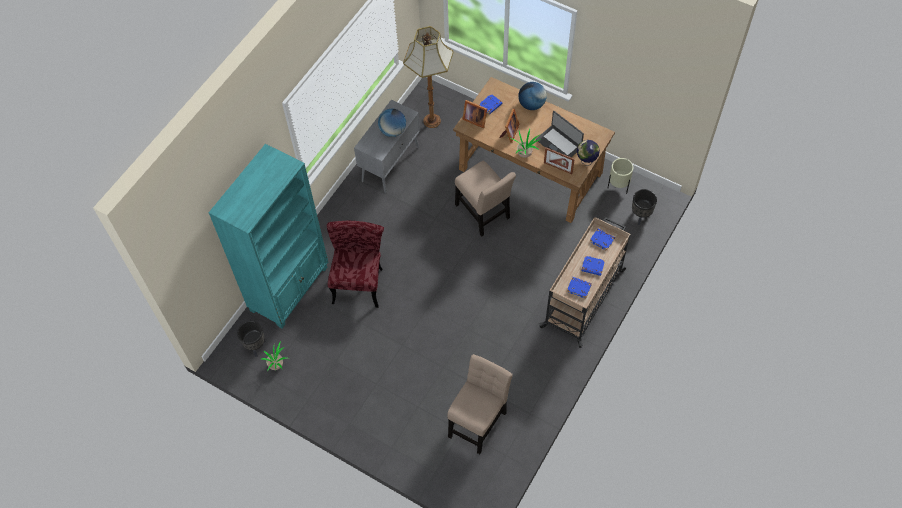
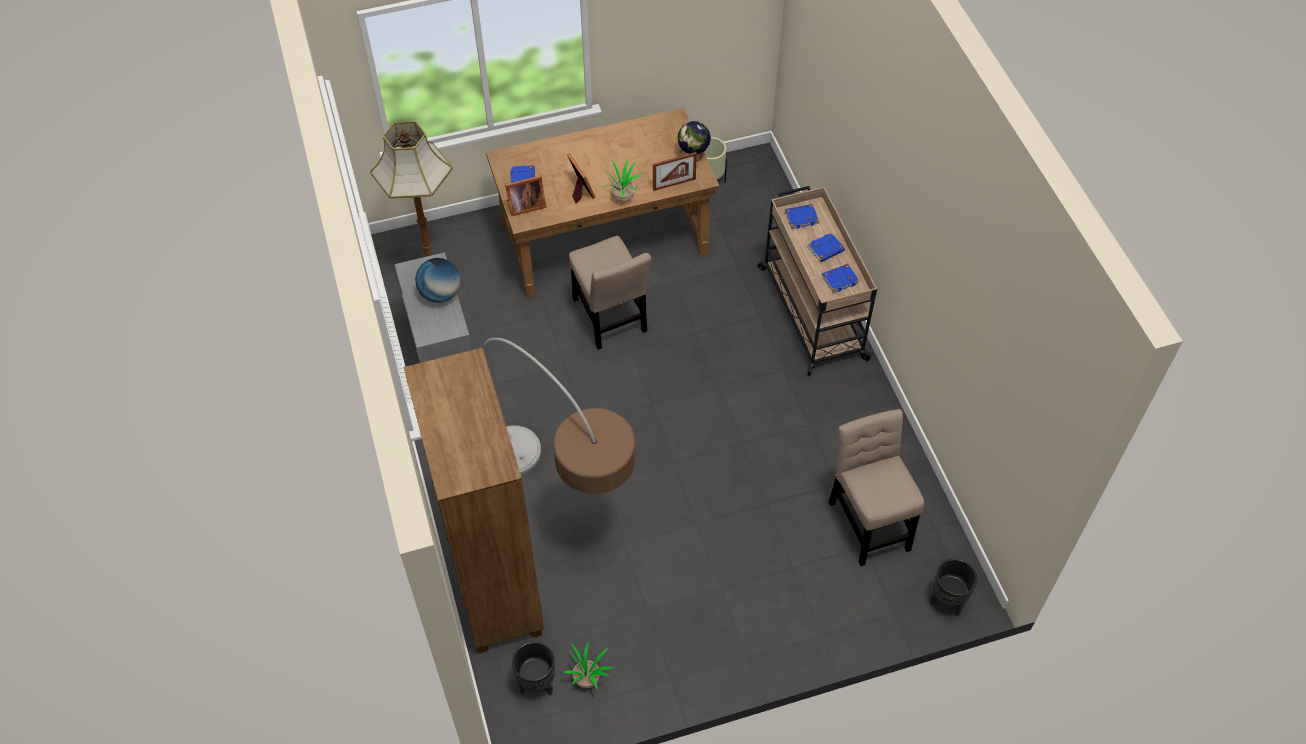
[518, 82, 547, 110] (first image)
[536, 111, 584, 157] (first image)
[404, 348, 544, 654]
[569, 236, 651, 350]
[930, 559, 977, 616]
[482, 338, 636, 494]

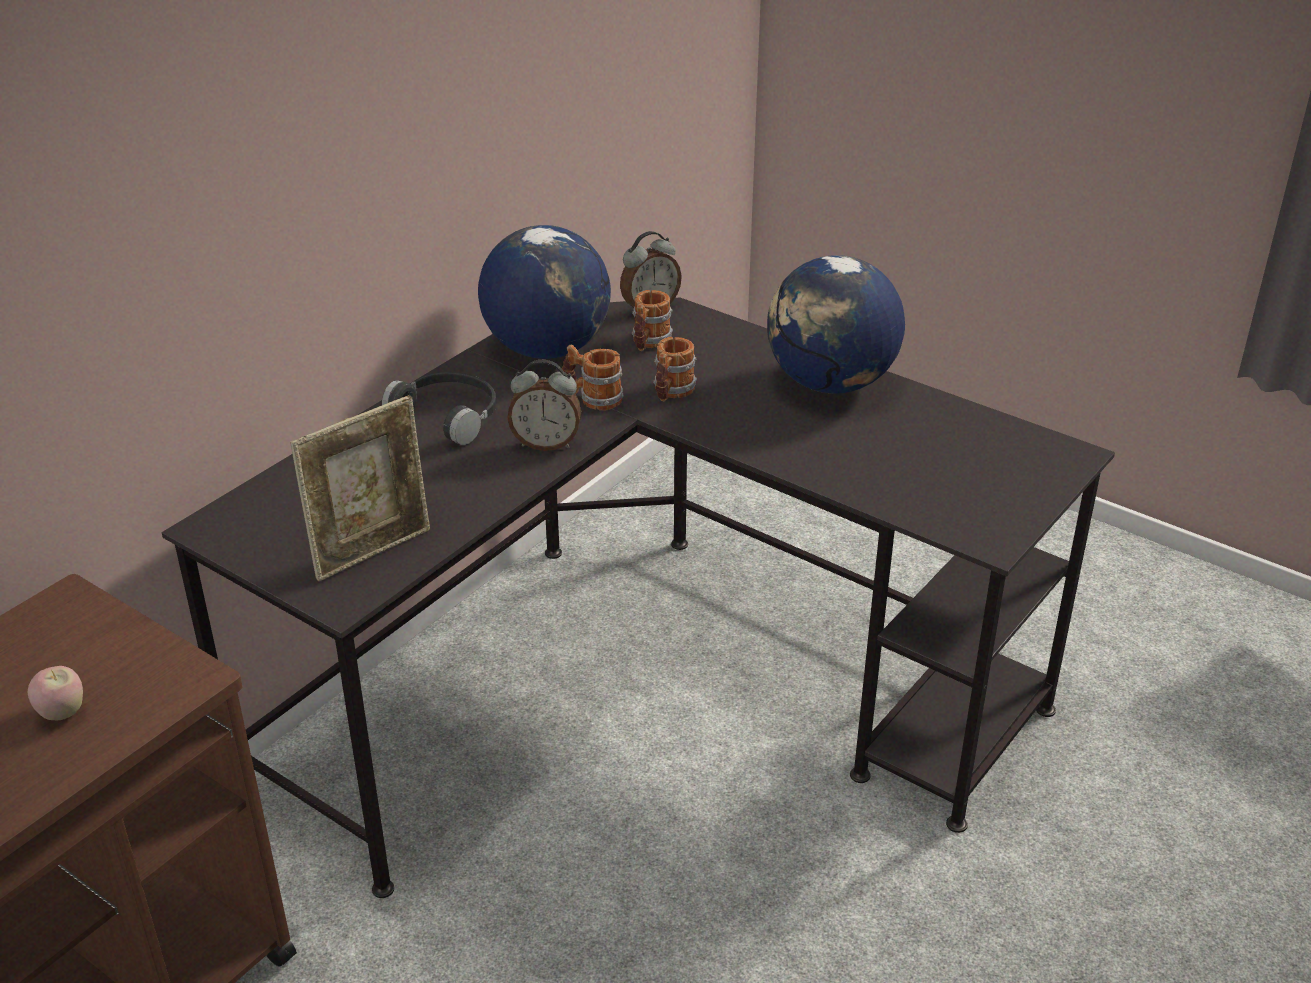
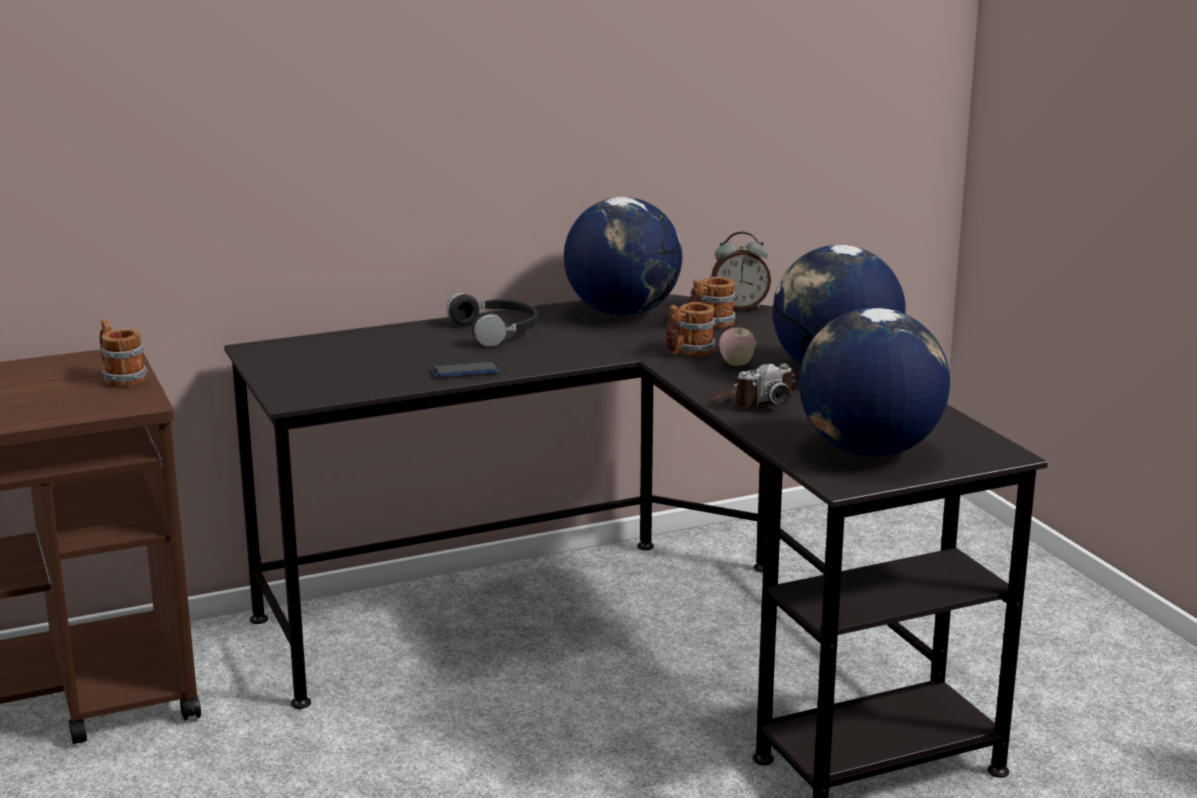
[100, 319, 147, 387]
[508, 360, 581, 451] (first image)
[290, 395, 430, 581] (first image)
[719, 324, 755, 366]
[799, 308, 950, 457]
[432, 361, 500, 377]
[712, 364, 796, 407]

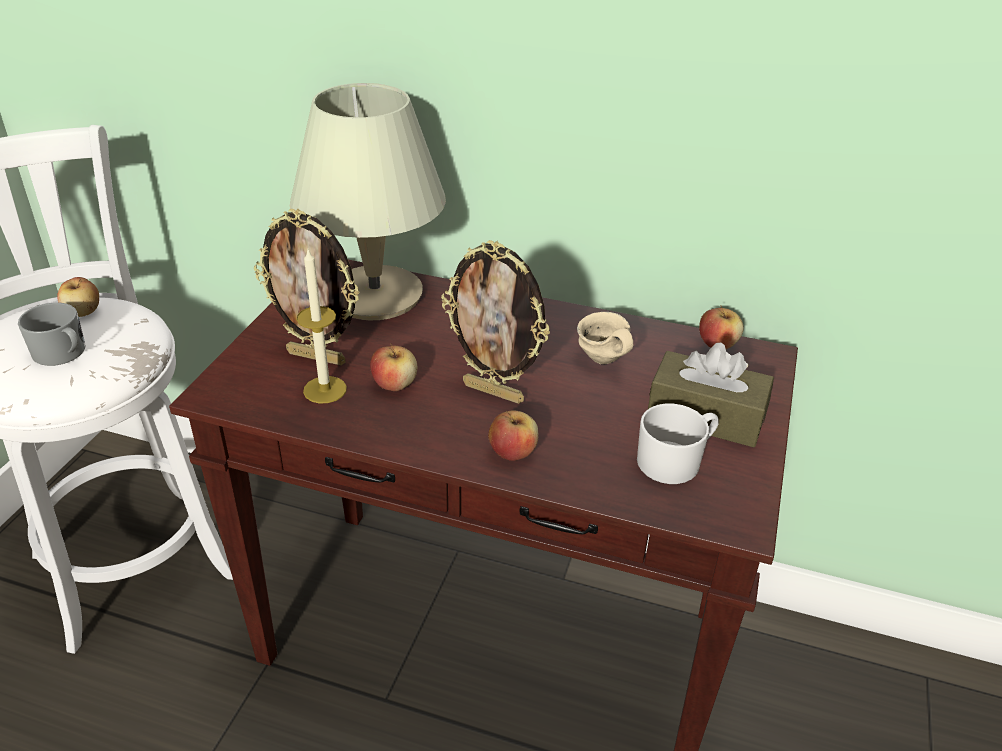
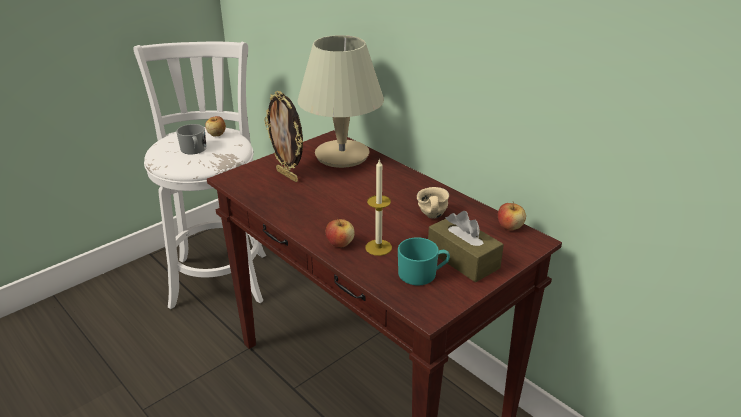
[441, 240, 550, 404] (first image)
[365, 158, 392, 256]
[370, 343, 417, 391] (first image)
[398, 237, 450, 285]

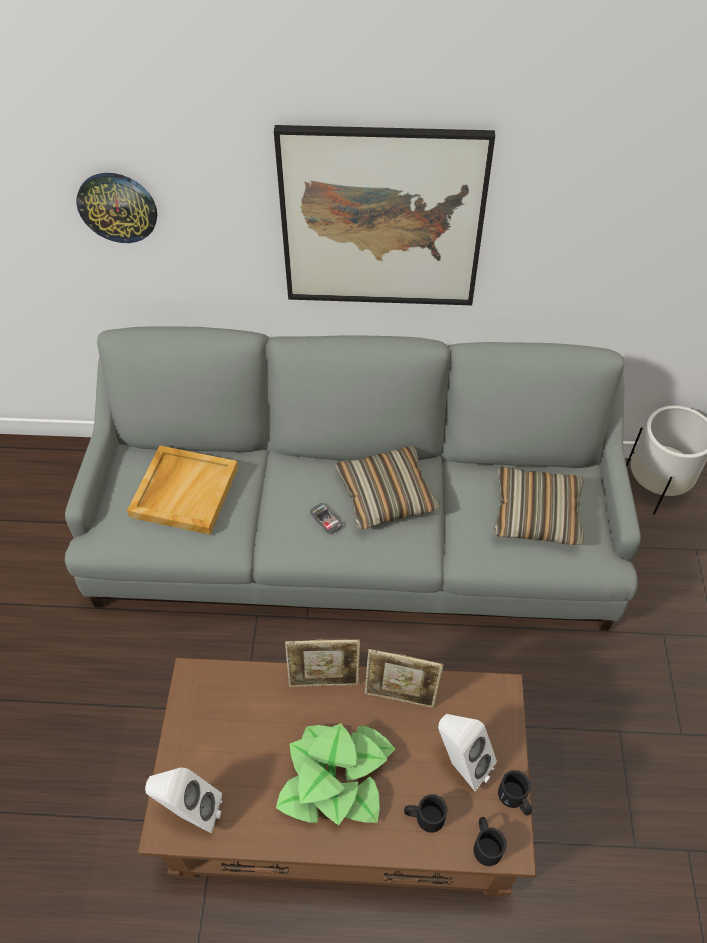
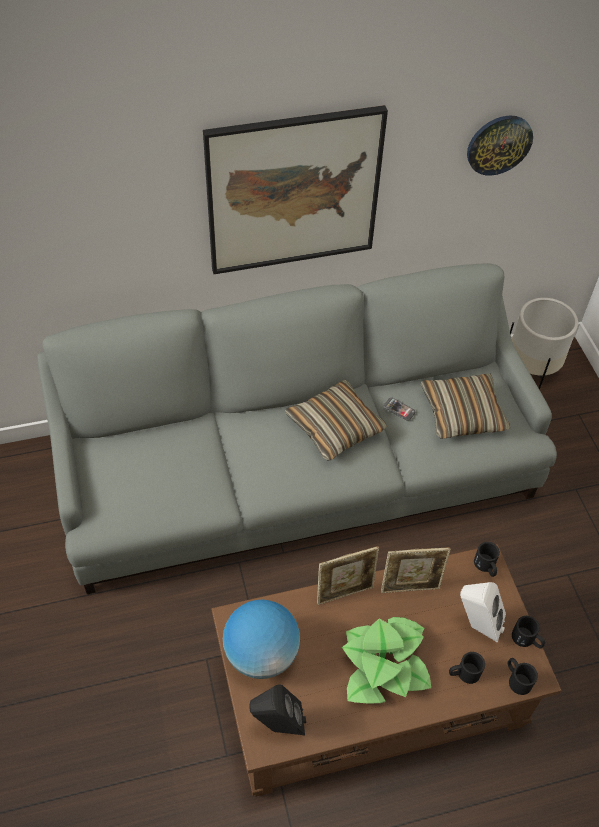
[467, 116, 533, 176]
[127, 446, 238, 535] (first image)
[384, 397, 415, 421]
[249, 685, 306, 736]
[474, 542, 500, 577]
[223, 600, 300, 679]

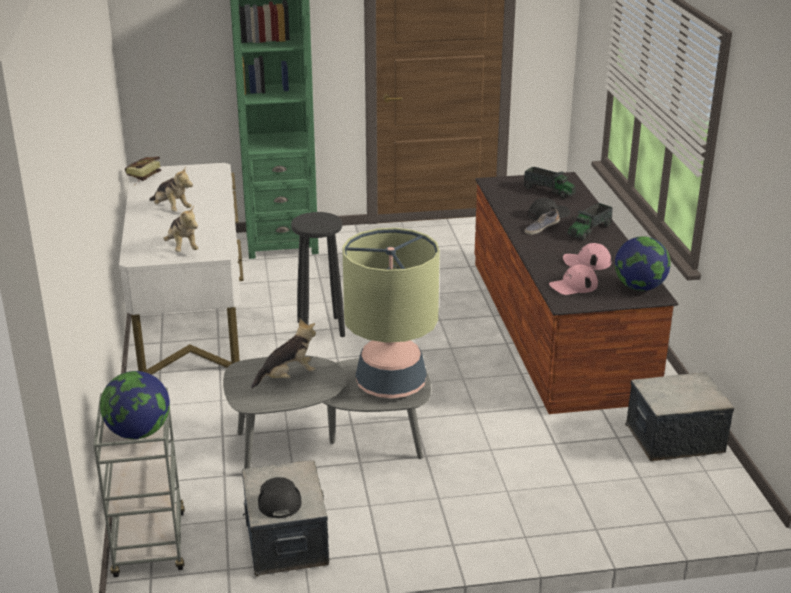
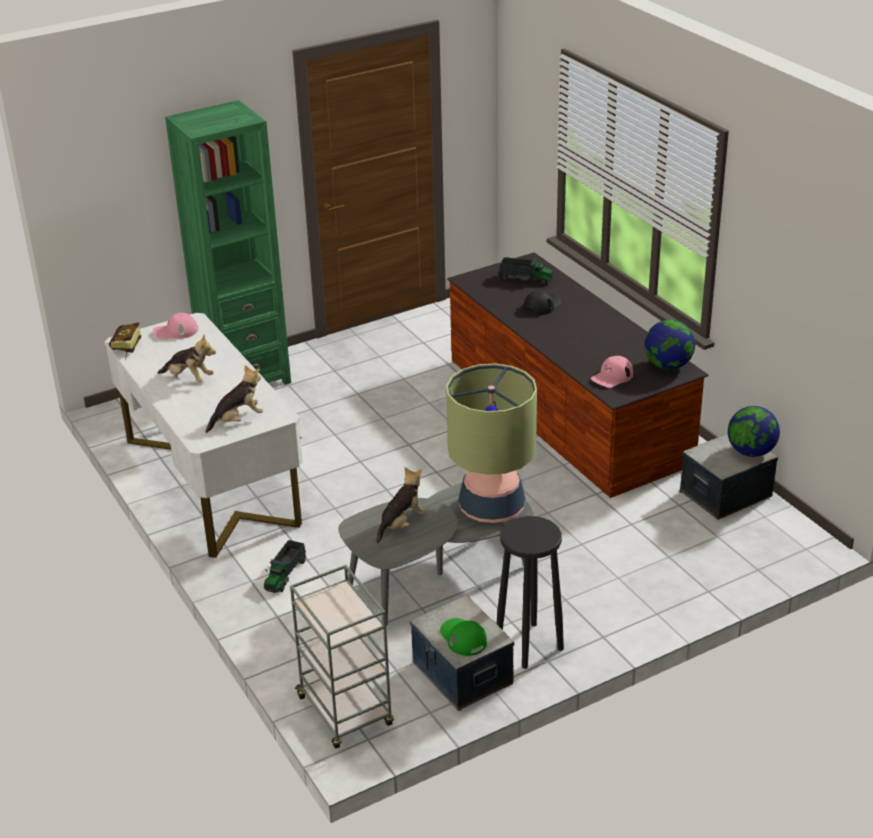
[264, 540, 306, 593]
[206, 365, 263, 433]
[524, 209, 560, 235] (first image)
[497, 516, 564, 669]
[153, 313, 198, 339]
[728, 406, 780, 457]
[440, 618, 487, 656]

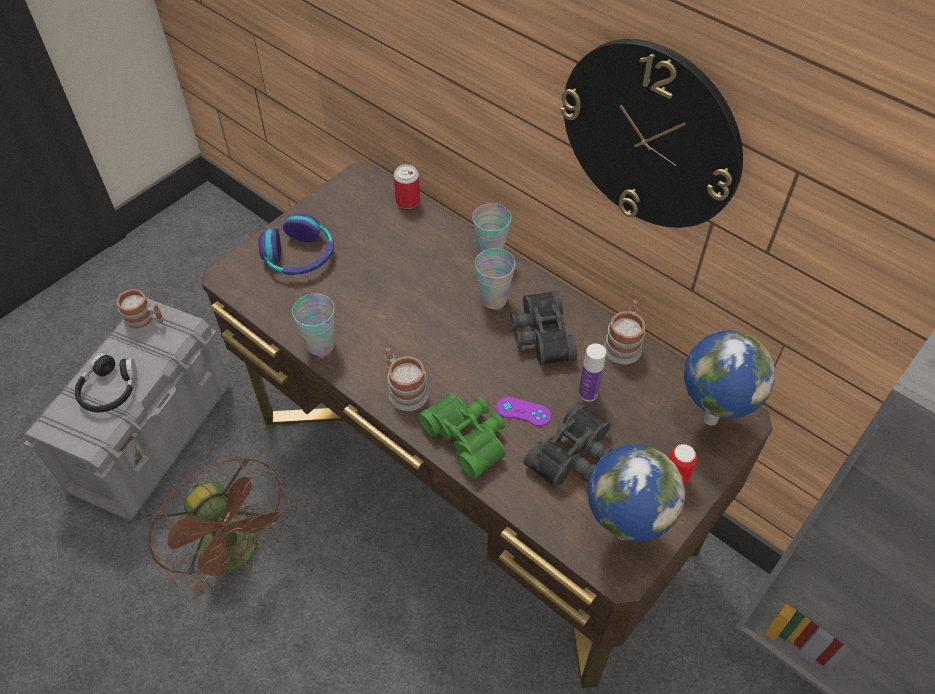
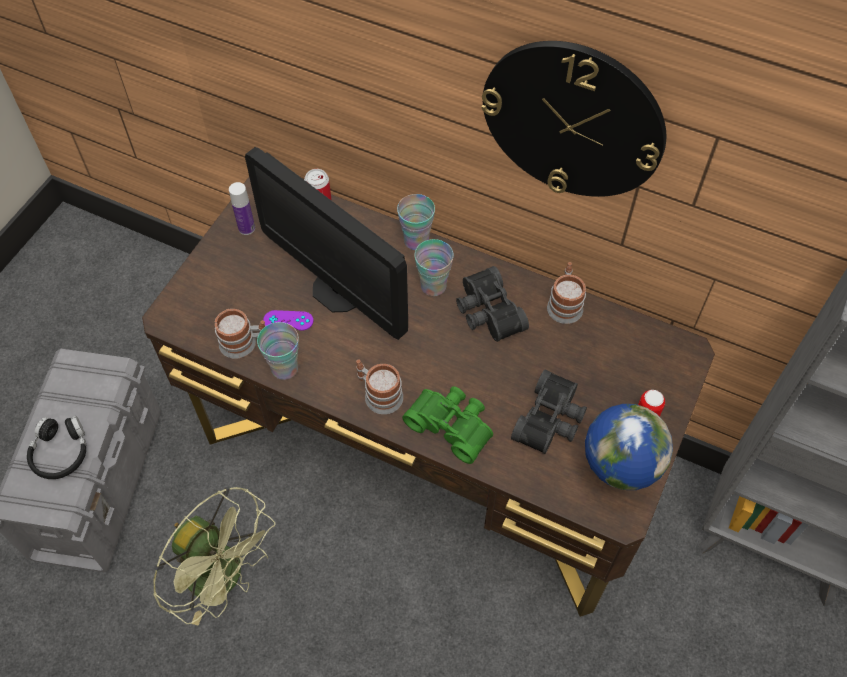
[258, 213, 334, 275] (first image)
[215, 309, 266, 359]
[684, 330, 775, 426] (first image)
[229, 182, 255, 235]
[263, 310, 313, 331]
[153, 487, 276, 626]
[245, 147, 408, 340]

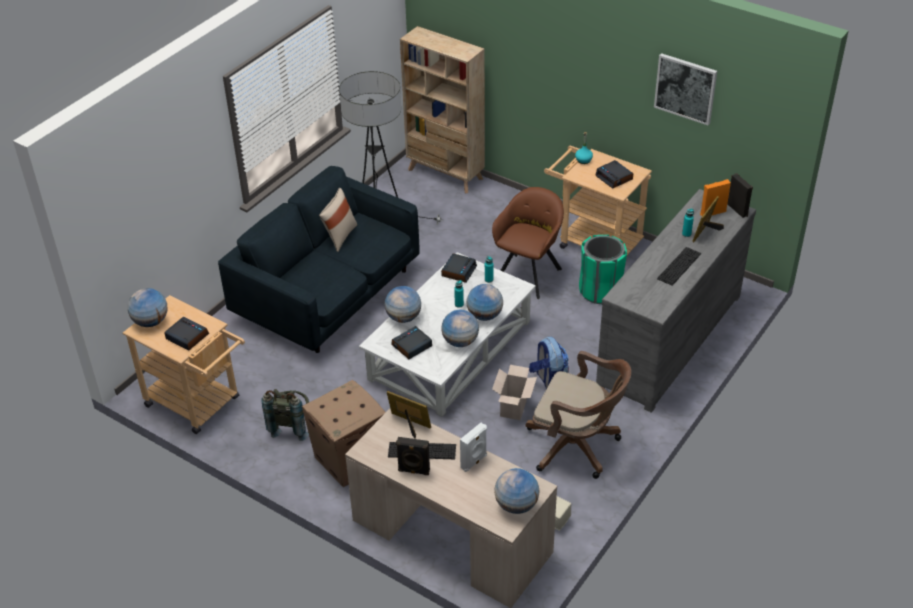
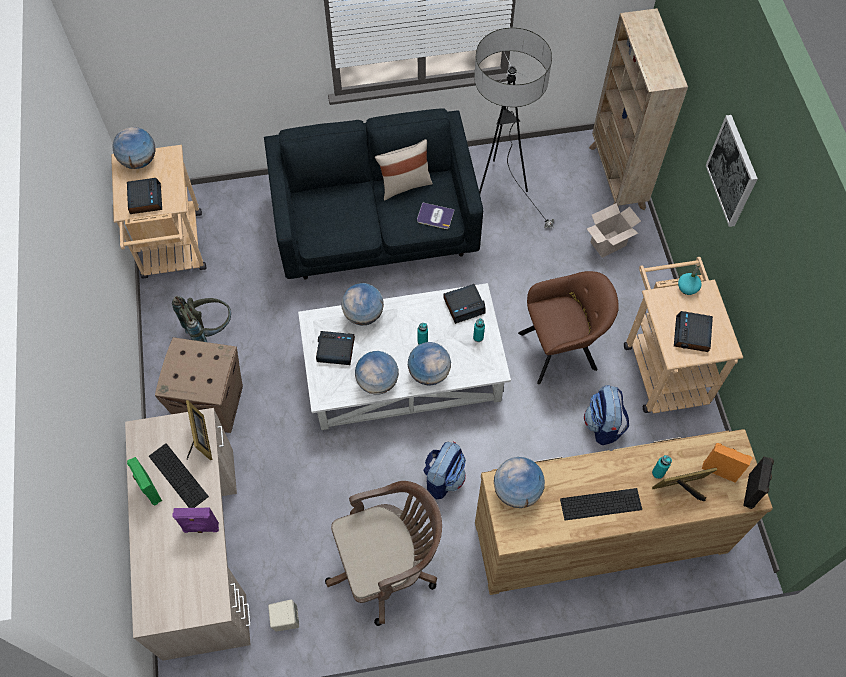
[705, 115, 758, 227]
[475, 429, 773, 595]
[584, 385, 629, 445]
[325, 481, 442, 626]
[587, 203, 641, 258]
[172, 508, 219, 533]
[127, 457, 162, 505]
[494, 457, 545, 508]
[417, 202, 455, 229]

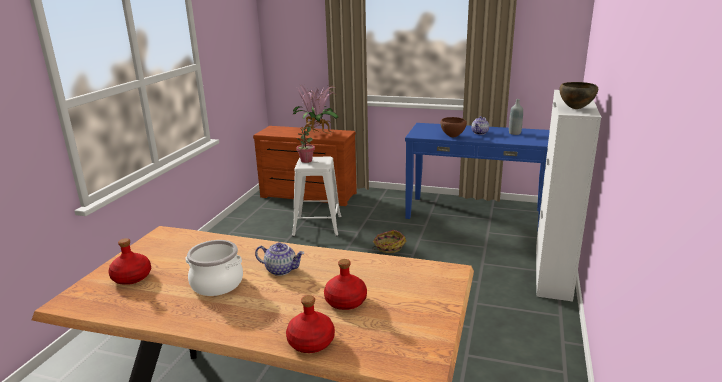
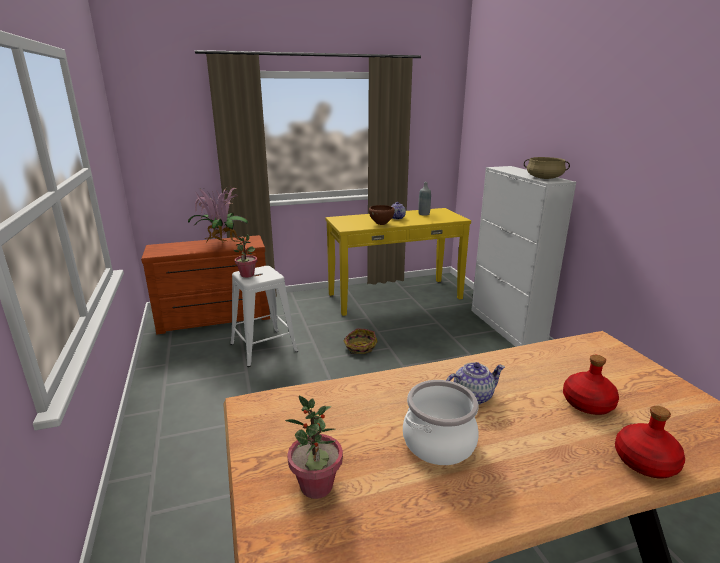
[524, 157, 570, 179]
[326, 208, 471, 316]
[285, 395, 343, 499]

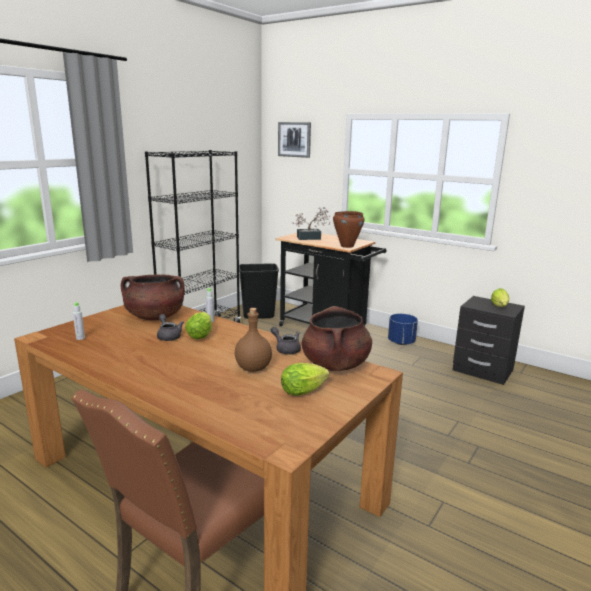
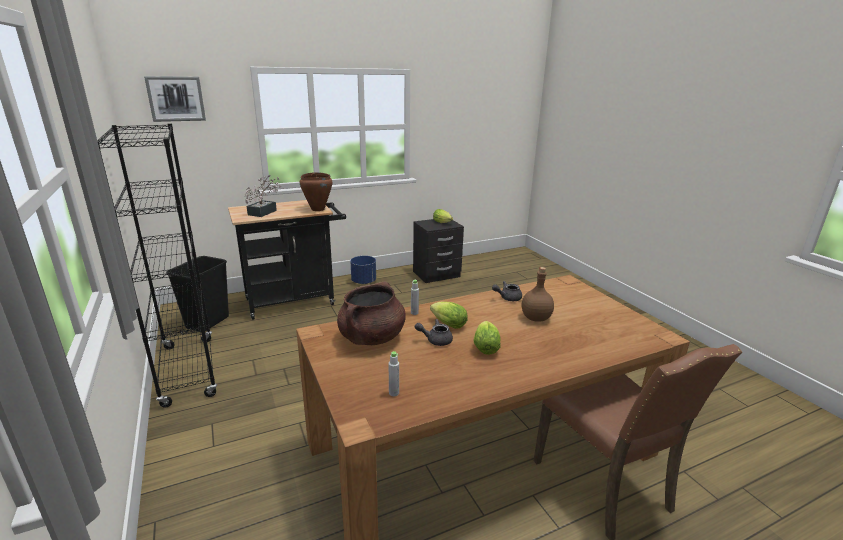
[302, 306, 372, 371] (first image)
[473, 321, 501, 355]

